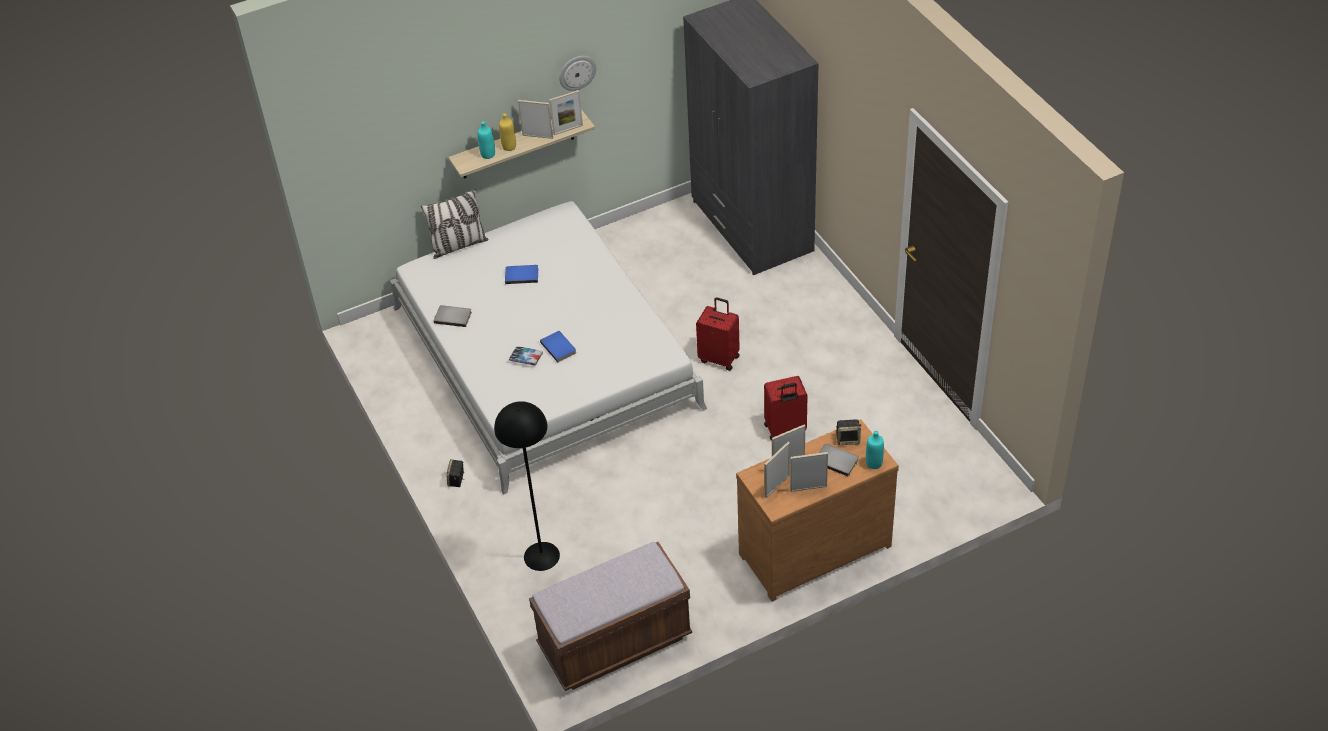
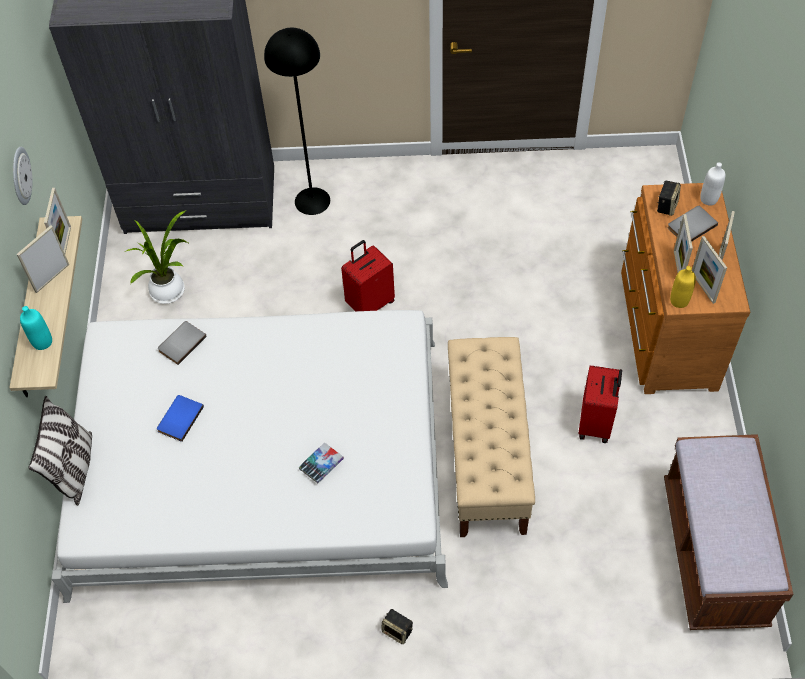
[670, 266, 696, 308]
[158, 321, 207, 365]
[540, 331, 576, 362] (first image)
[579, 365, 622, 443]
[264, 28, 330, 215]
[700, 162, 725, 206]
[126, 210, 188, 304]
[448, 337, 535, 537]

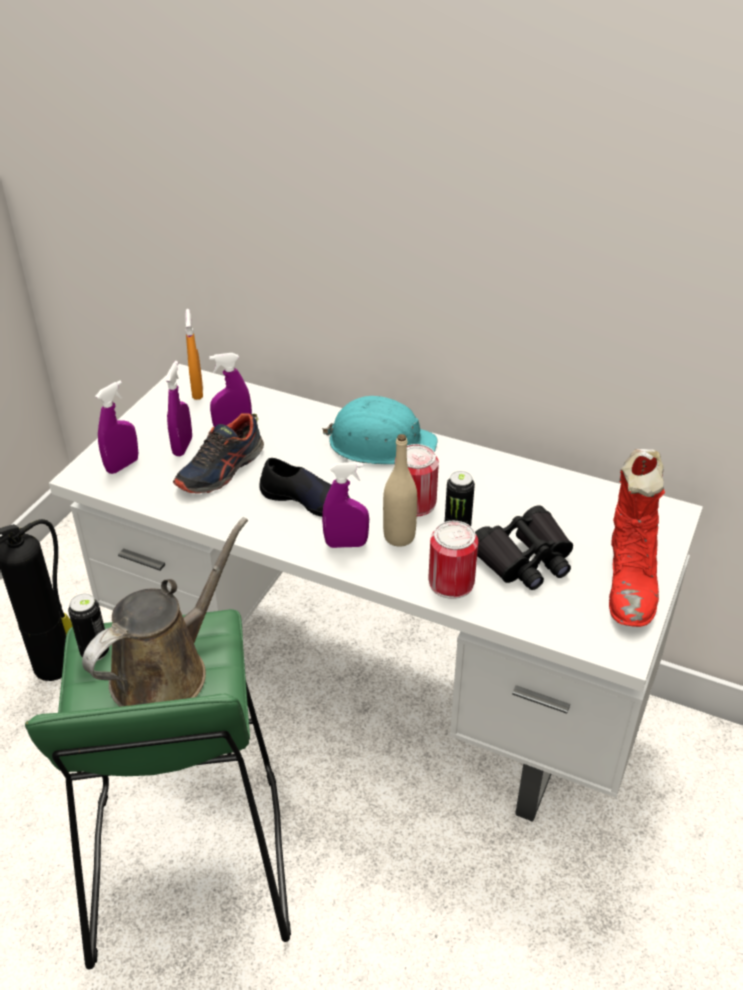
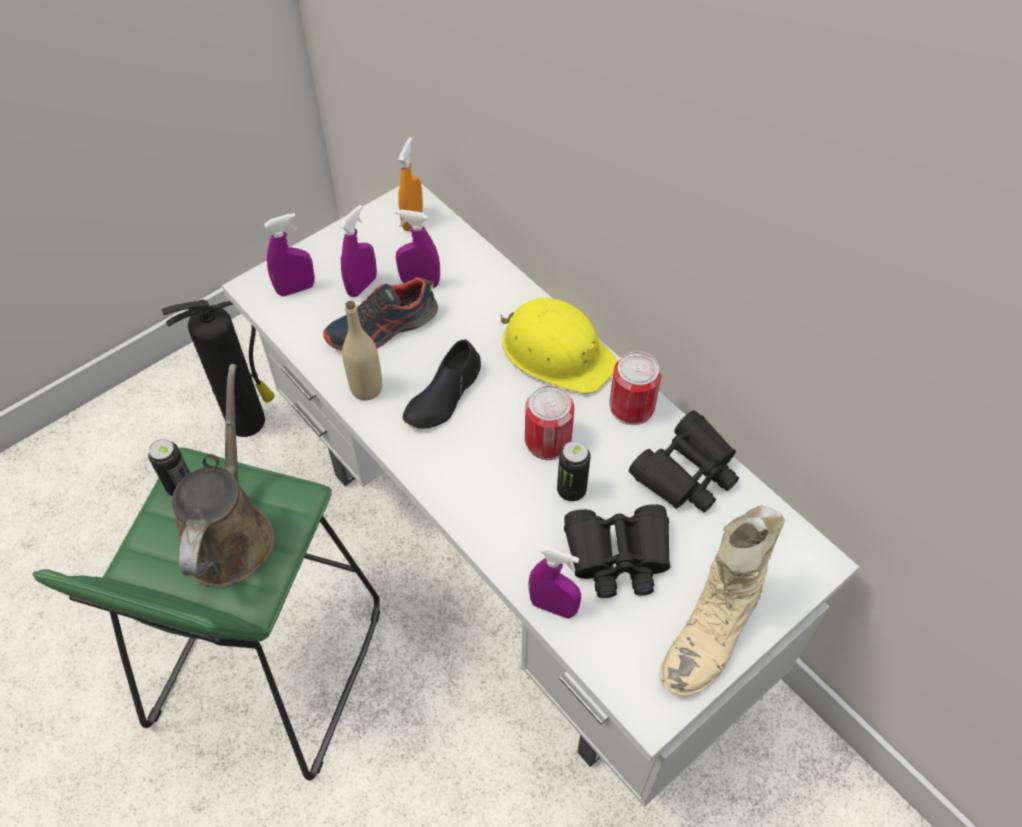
[501, 298, 617, 394]
[342, 301, 382, 400]
[660, 506, 785, 696]
[403, 339, 481, 429]
[528, 546, 581, 619]
[172, 364, 275, 587]
[609, 351, 662, 425]
[629, 410, 739, 512]

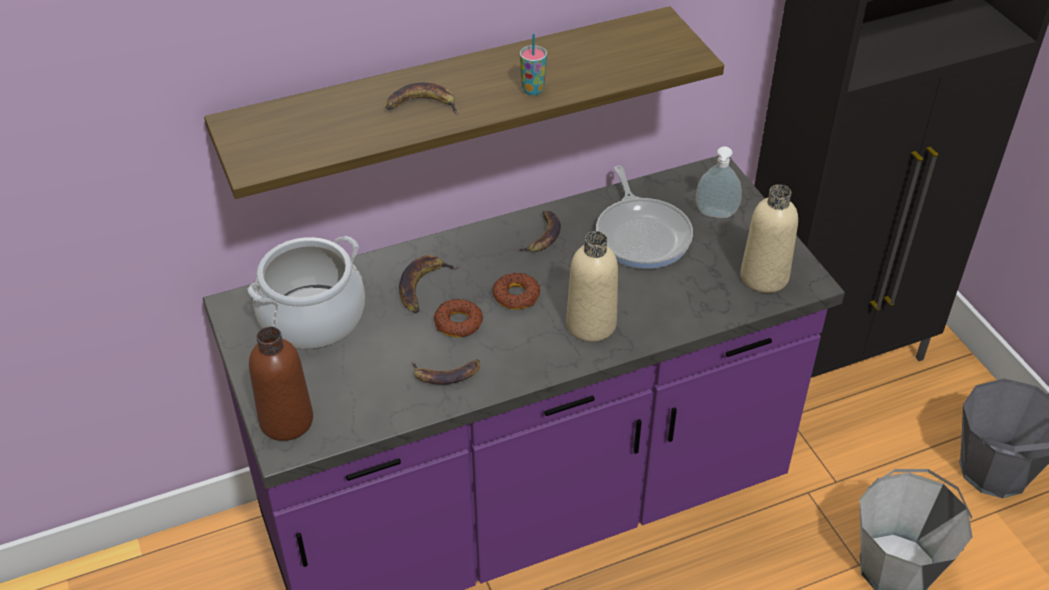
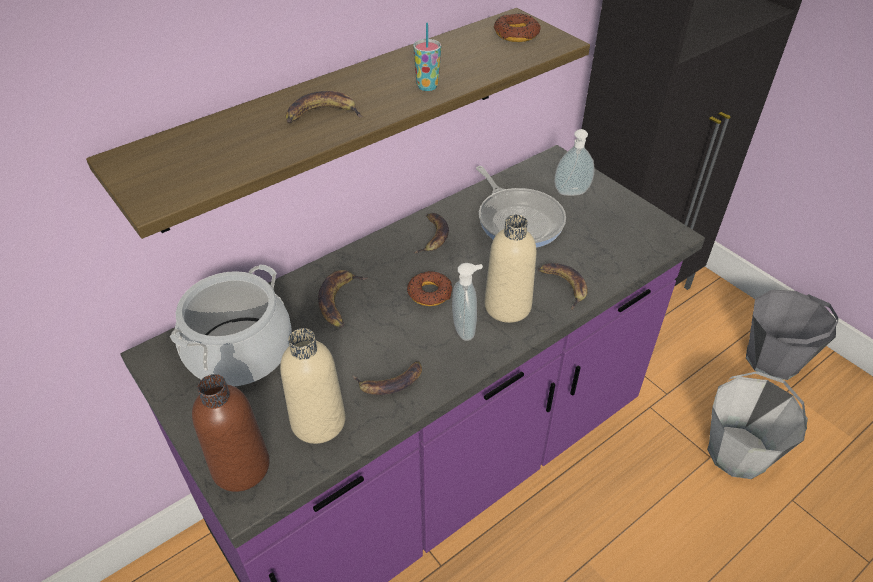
[280, 328, 346, 444]
[494, 13, 541, 42]
[452, 263, 483, 341]
[537, 263, 588, 310]

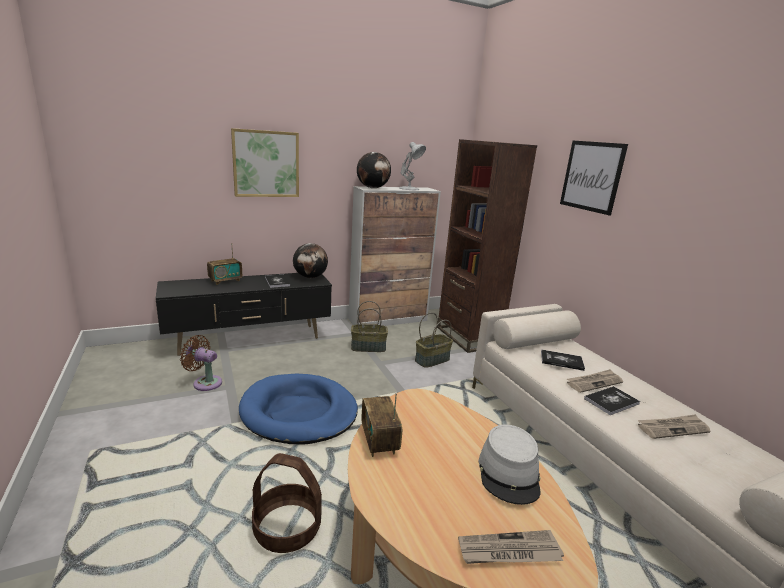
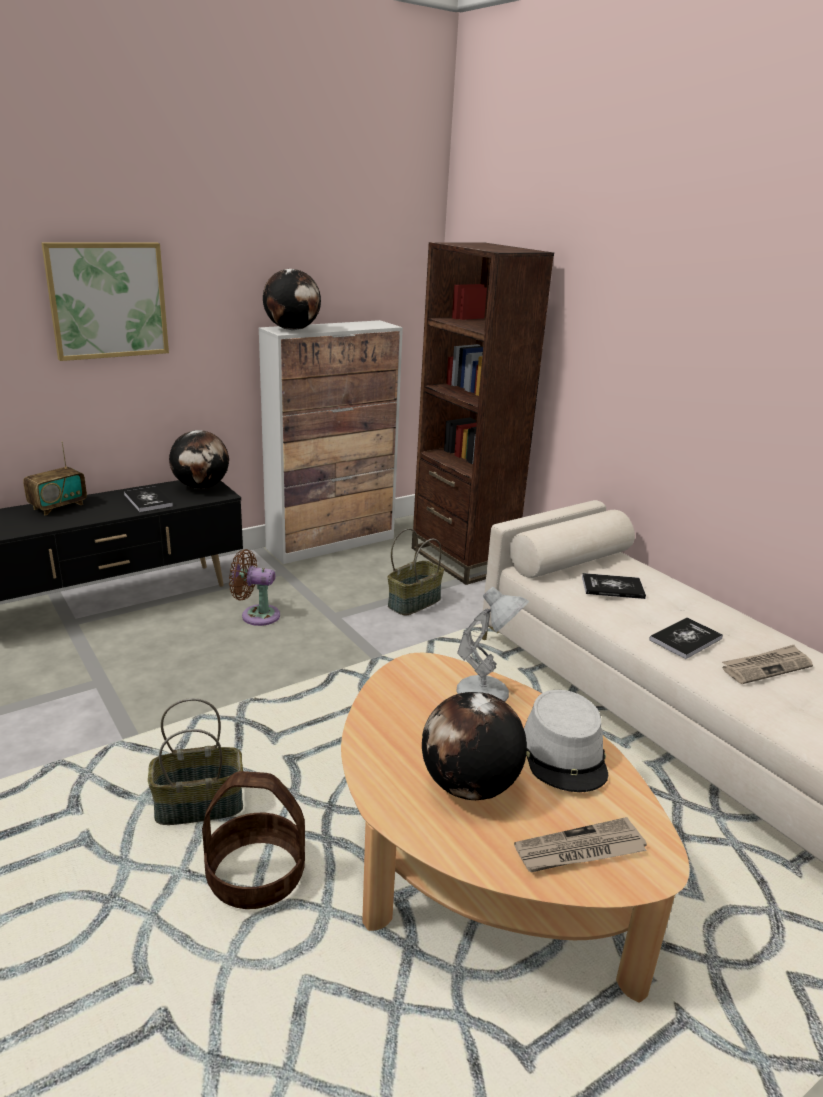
[560, 141, 628, 216] (first image)
[456, 587, 529, 702]
[148, 698, 243, 825]
[229, 549, 280, 626]
[567, 369, 623, 393] (first image)
[239, 374, 358, 444] (first image)
[361, 393, 402, 457] (first image)
[422, 692, 527, 801]

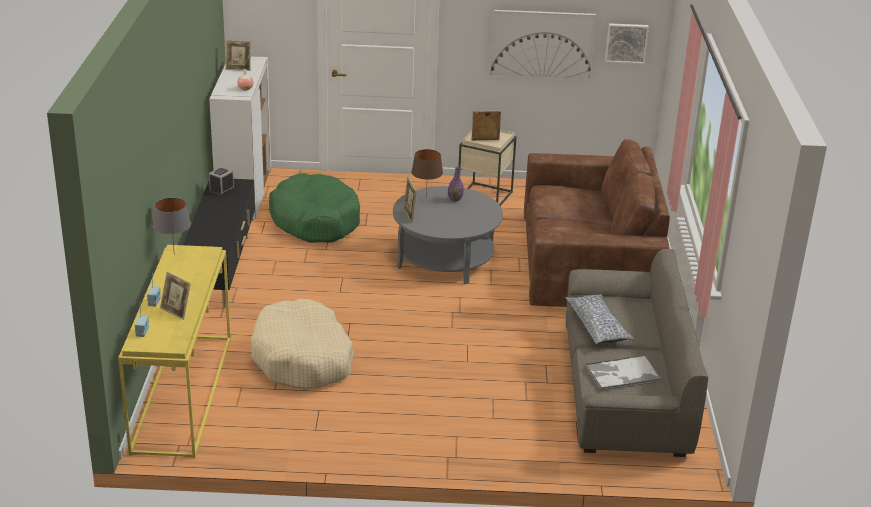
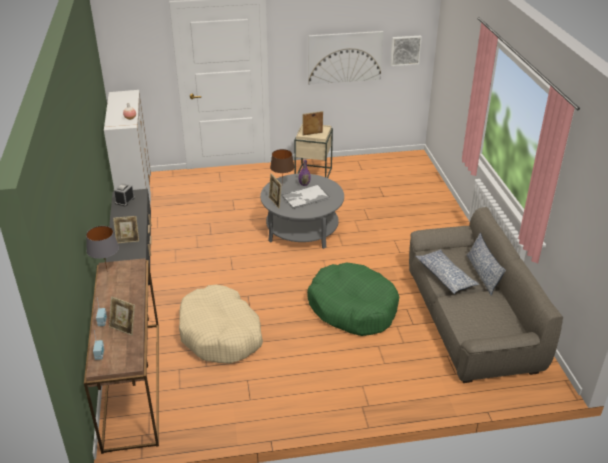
[113, 216, 139, 243]
[524, 139, 670, 307] (first image)
[307, 262, 399, 336]
[84, 258, 159, 454]
[281, 184, 330, 209]
[466, 233, 506, 296]

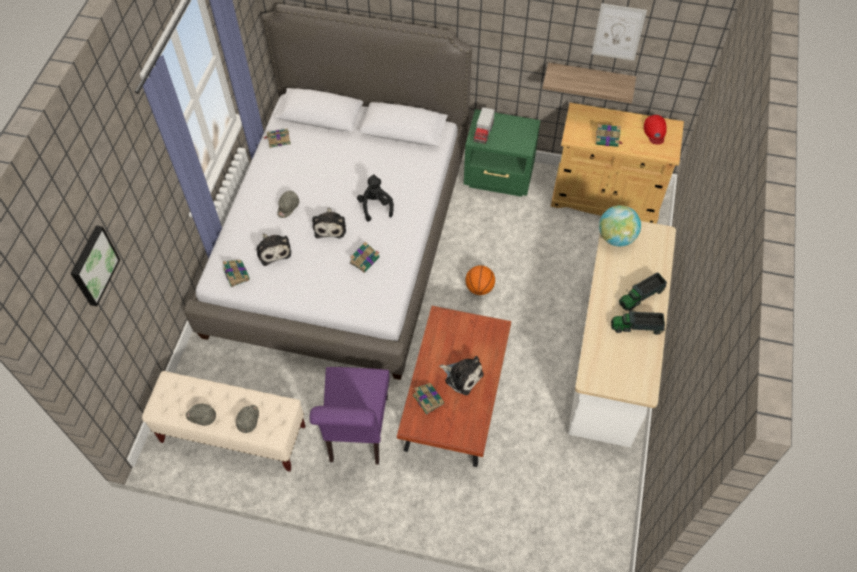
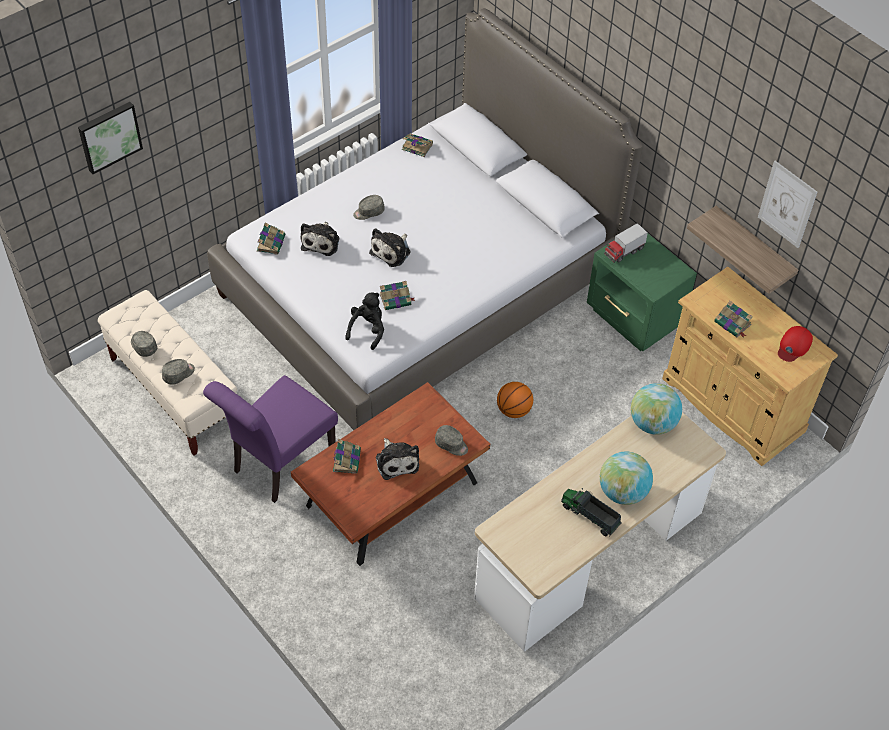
[345, 292, 384, 350]
[600, 452, 653, 505]
[435, 425, 468, 456]

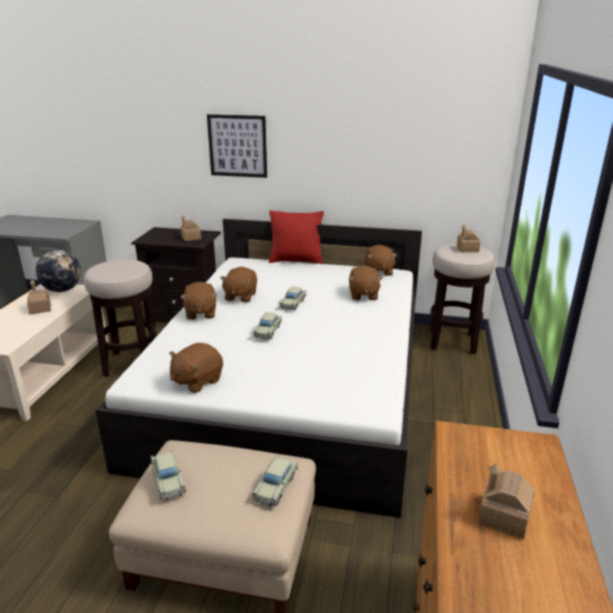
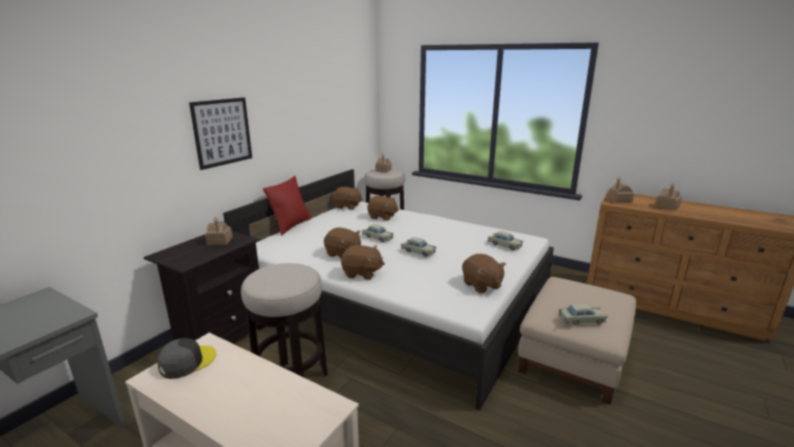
[157, 338, 216, 379]
[608, 177, 634, 203]
[488, 231, 523, 250]

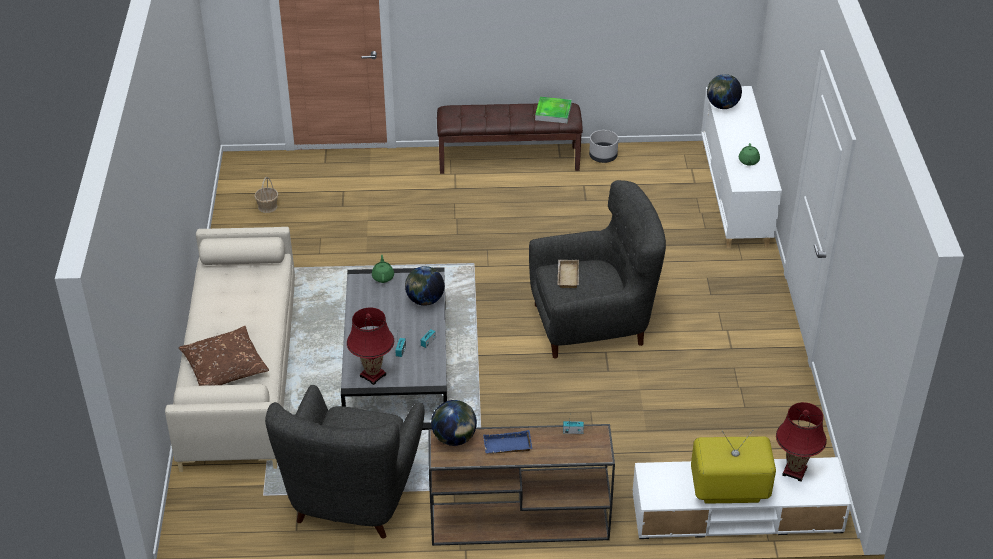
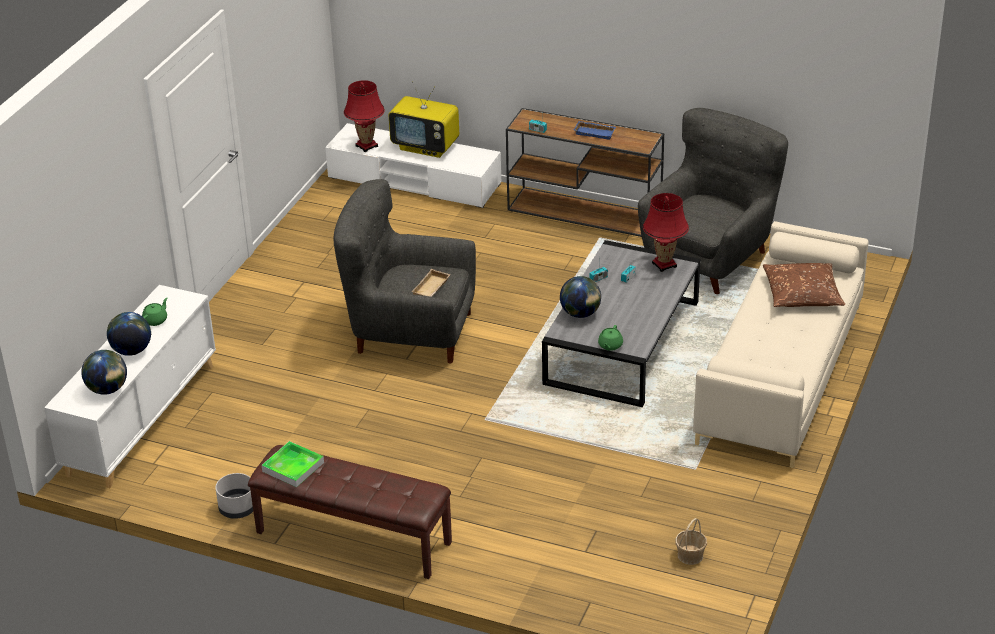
[107, 312, 151, 356]

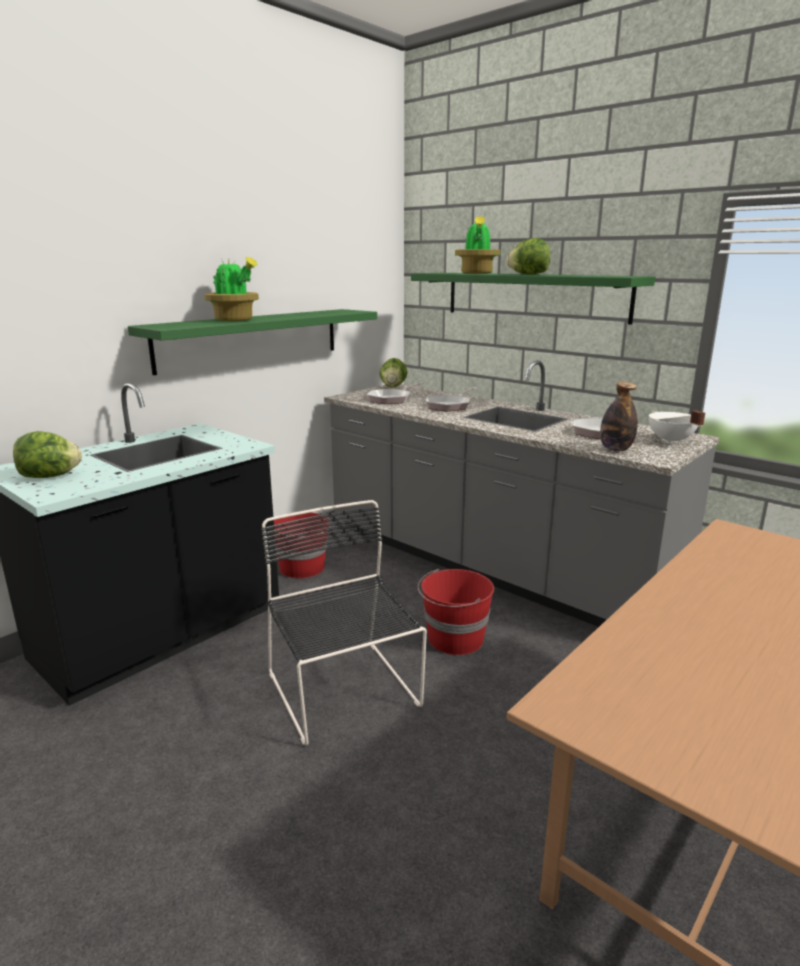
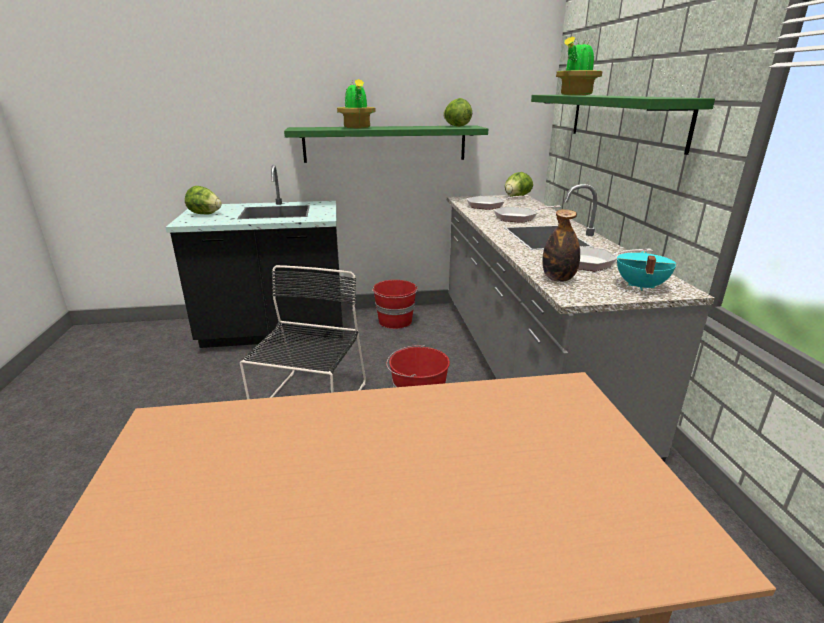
[443, 98, 472, 127]
[617, 251, 676, 291]

